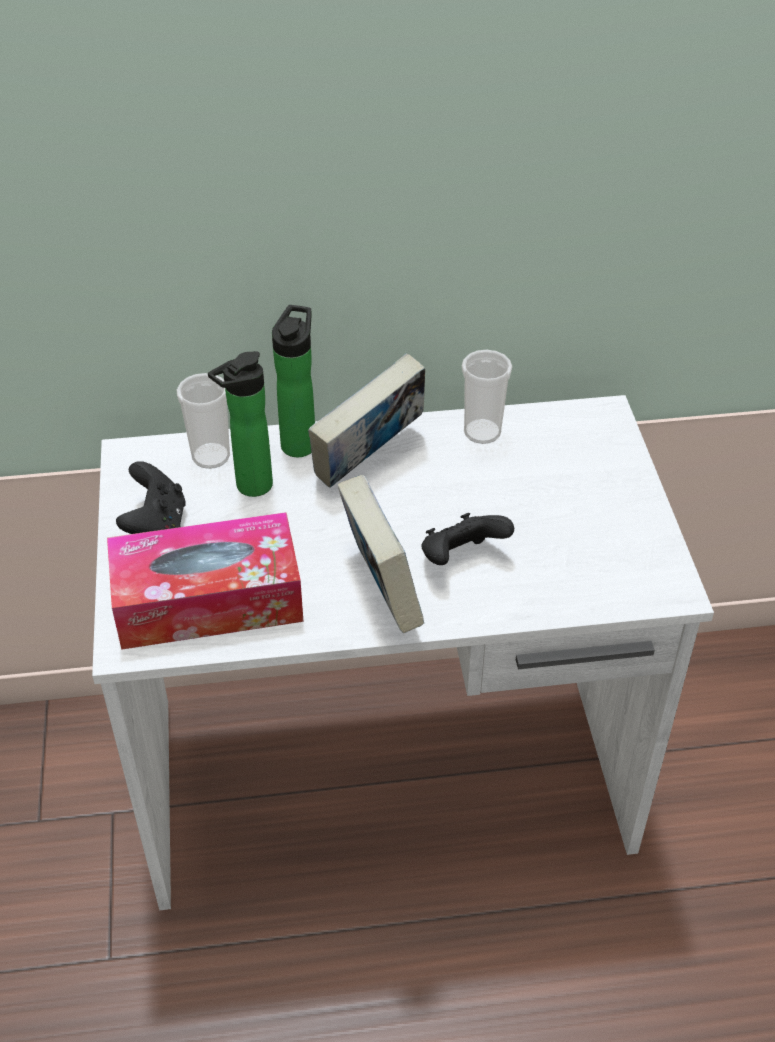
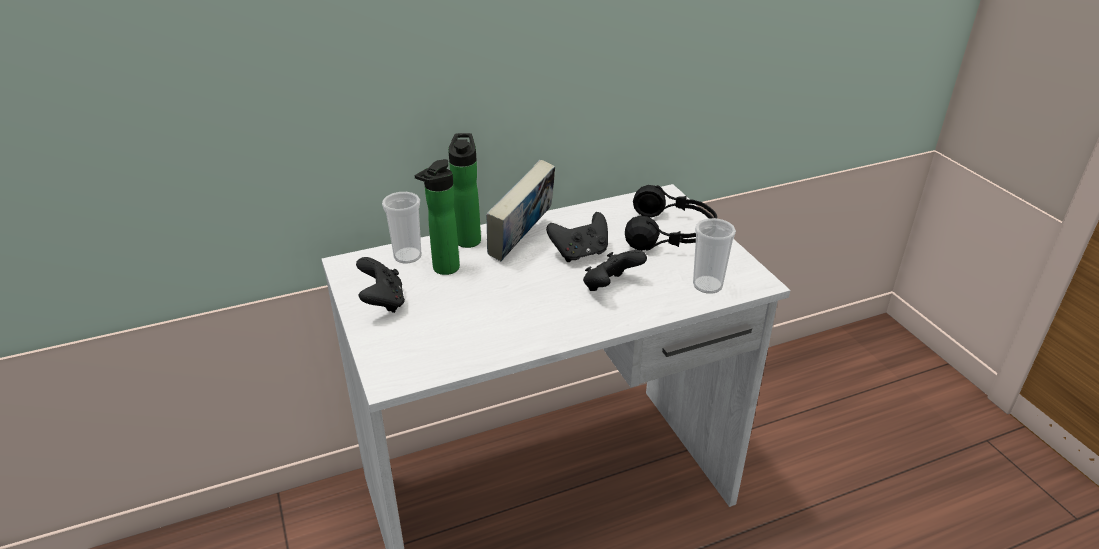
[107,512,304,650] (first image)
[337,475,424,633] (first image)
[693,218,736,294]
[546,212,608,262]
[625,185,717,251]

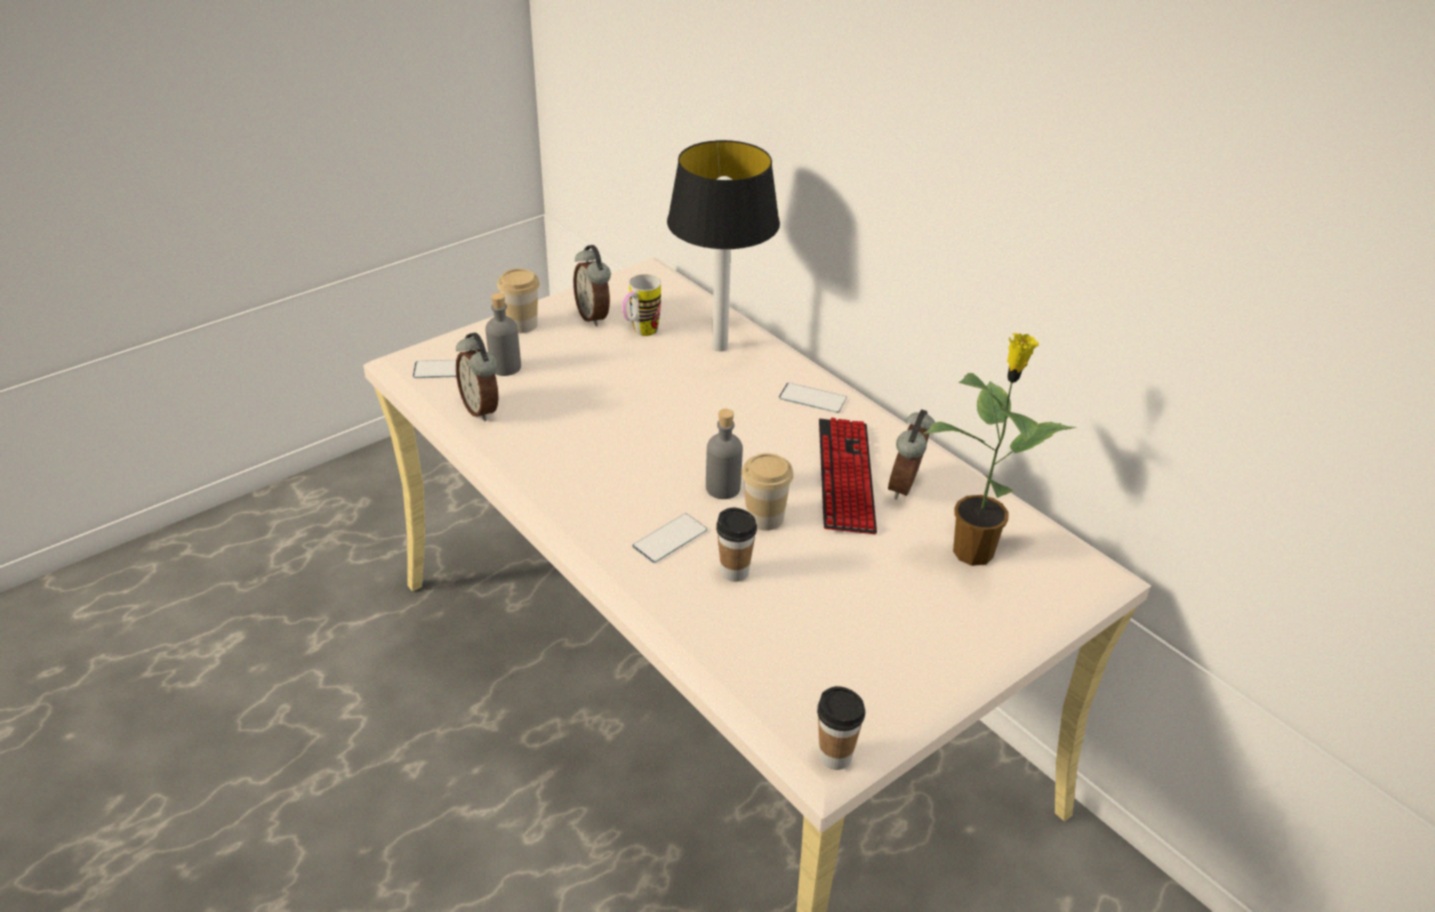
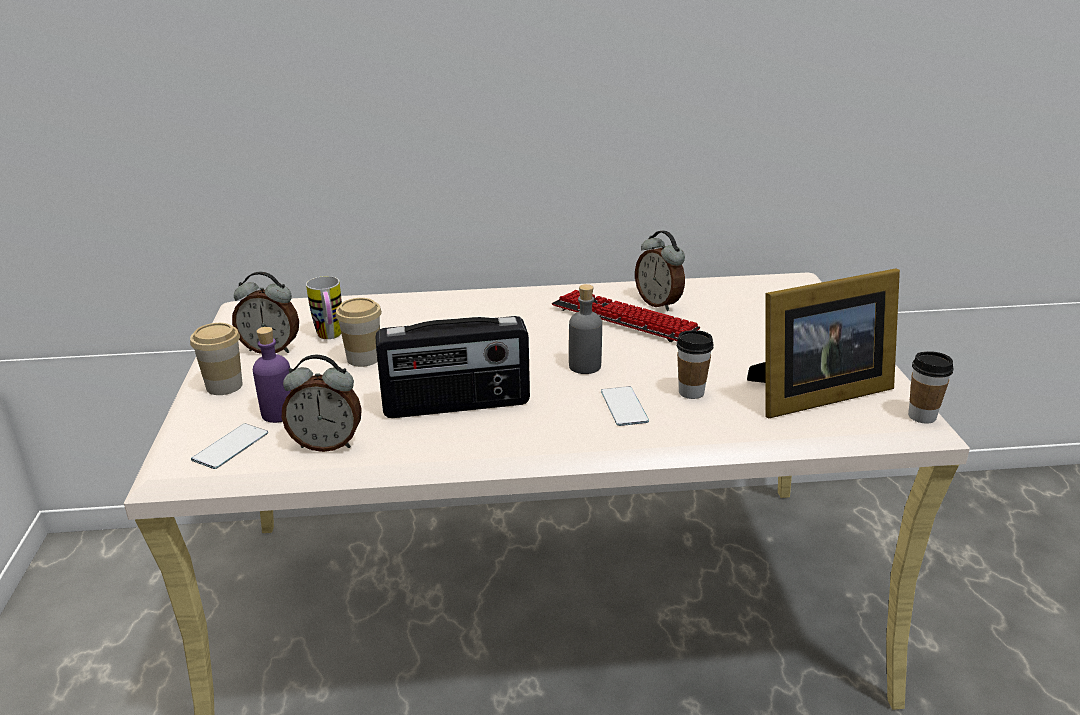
[253,327,291,423]
[667,140,780,351] (first image)
[336,298,382,367]
[779,383,847,413] (first image)
[923,333,1076,566] (first image)
[376,316,530,418]
[747,268,900,418]

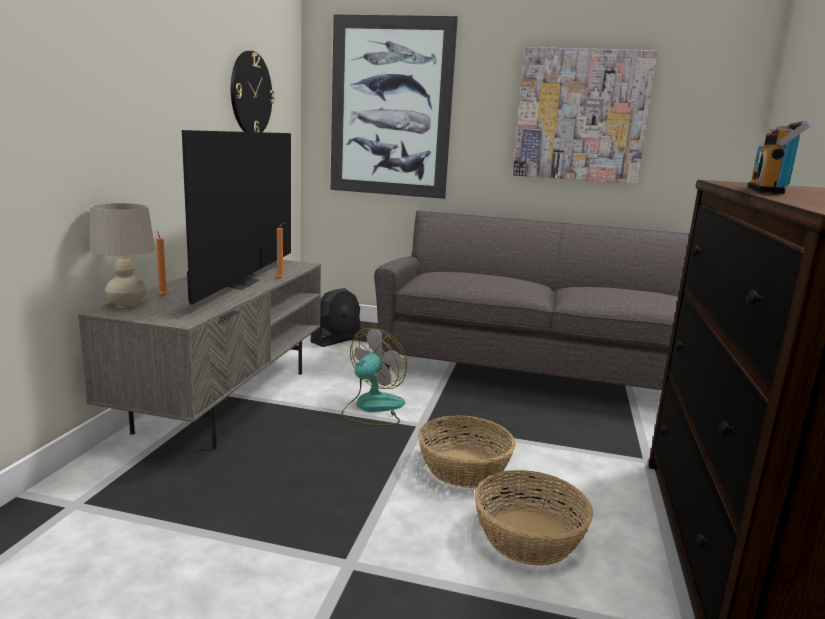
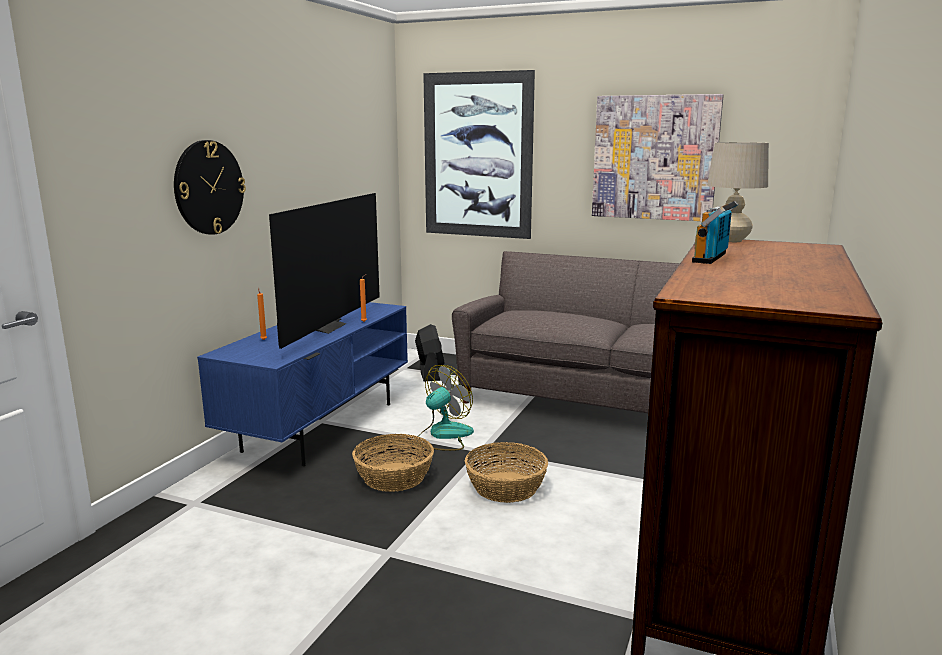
[197,302,408,466]
[707,142,769,242]
[174,140,246,235]
[415,324,445,381]
[352,434,434,492]

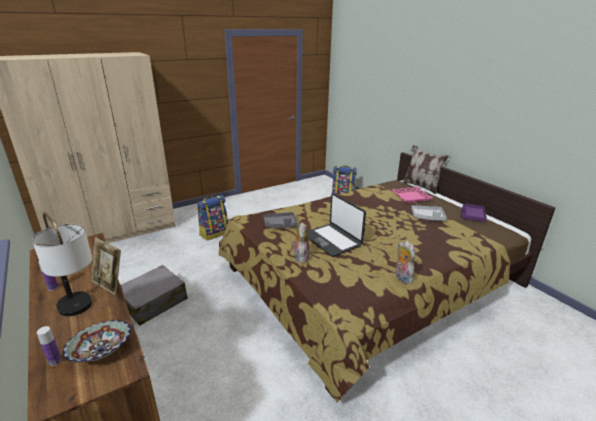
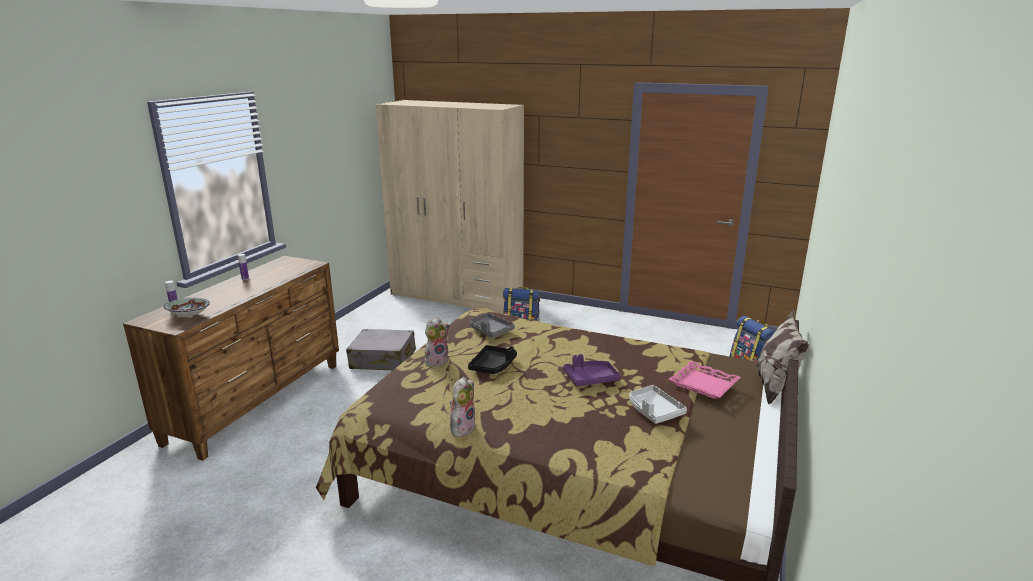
[32,212,93,316] (first image)
[91,238,121,295] (first image)
[468,345,517,374]
[563,354,620,387]

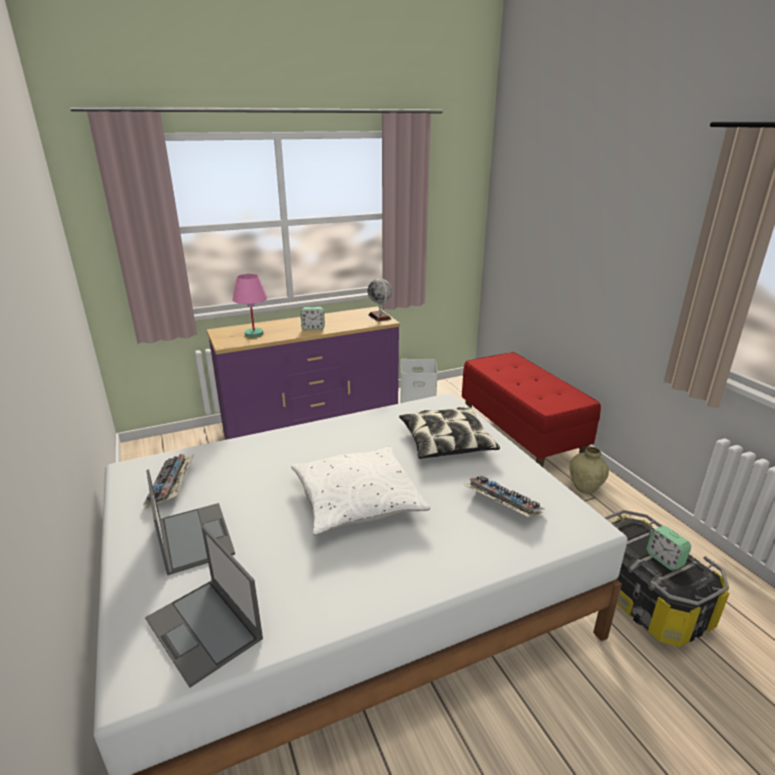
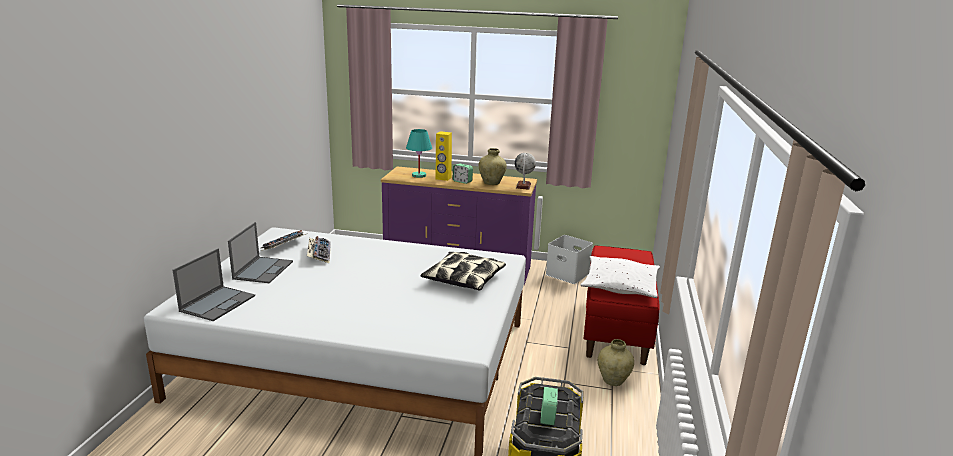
[173,249,255,321]
[406,129,432,178]
[581,256,660,298]
[307,236,331,264]
[436,131,452,181]
[479,148,507,185]

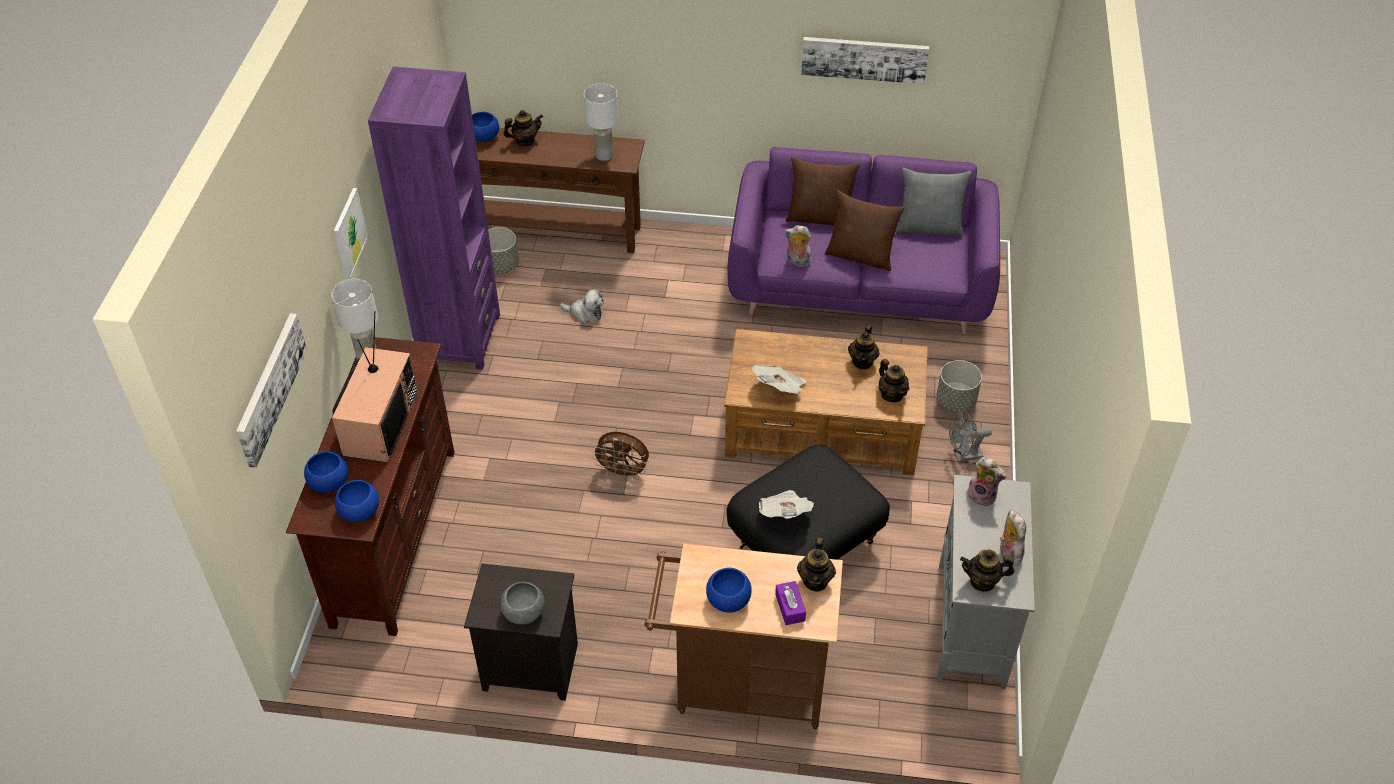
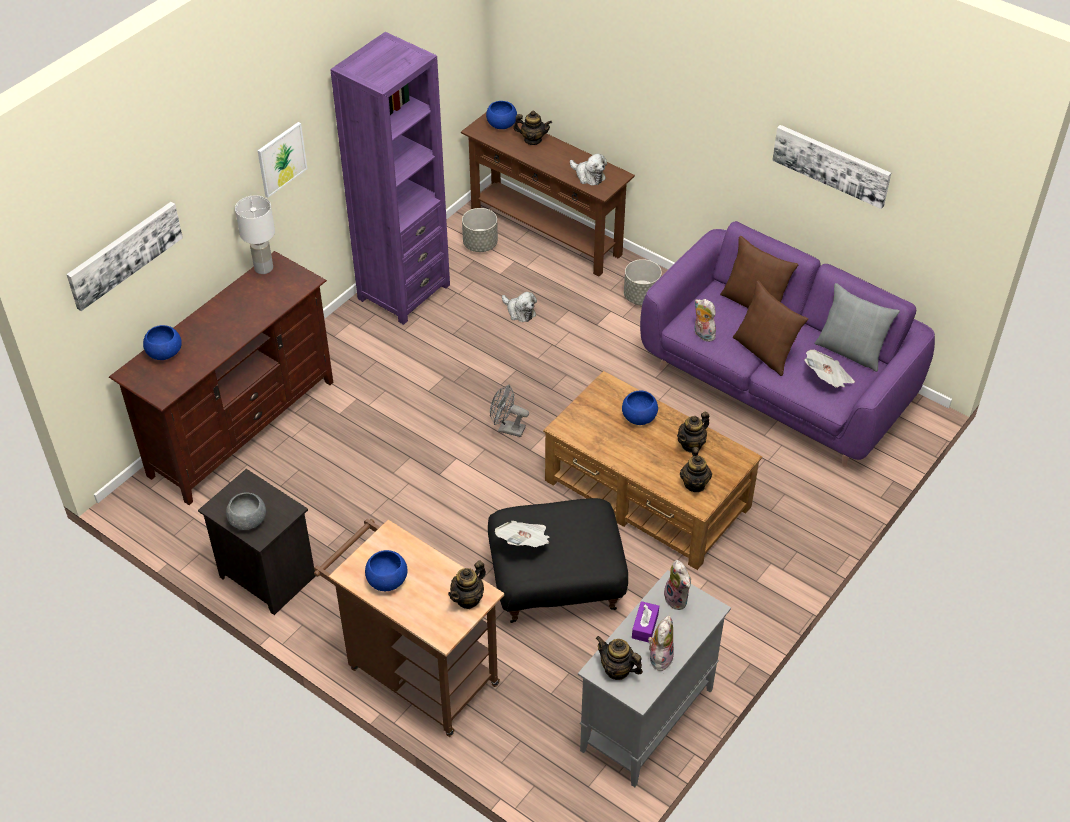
[332,311,418,463] (first image)
[622,391,658,425]
[570,154,607,186]
[591,432,649,480] (first image)
[804,350,855,387]
[632,601,659,643]
[624,259,662,305]
[490,385,529,437]

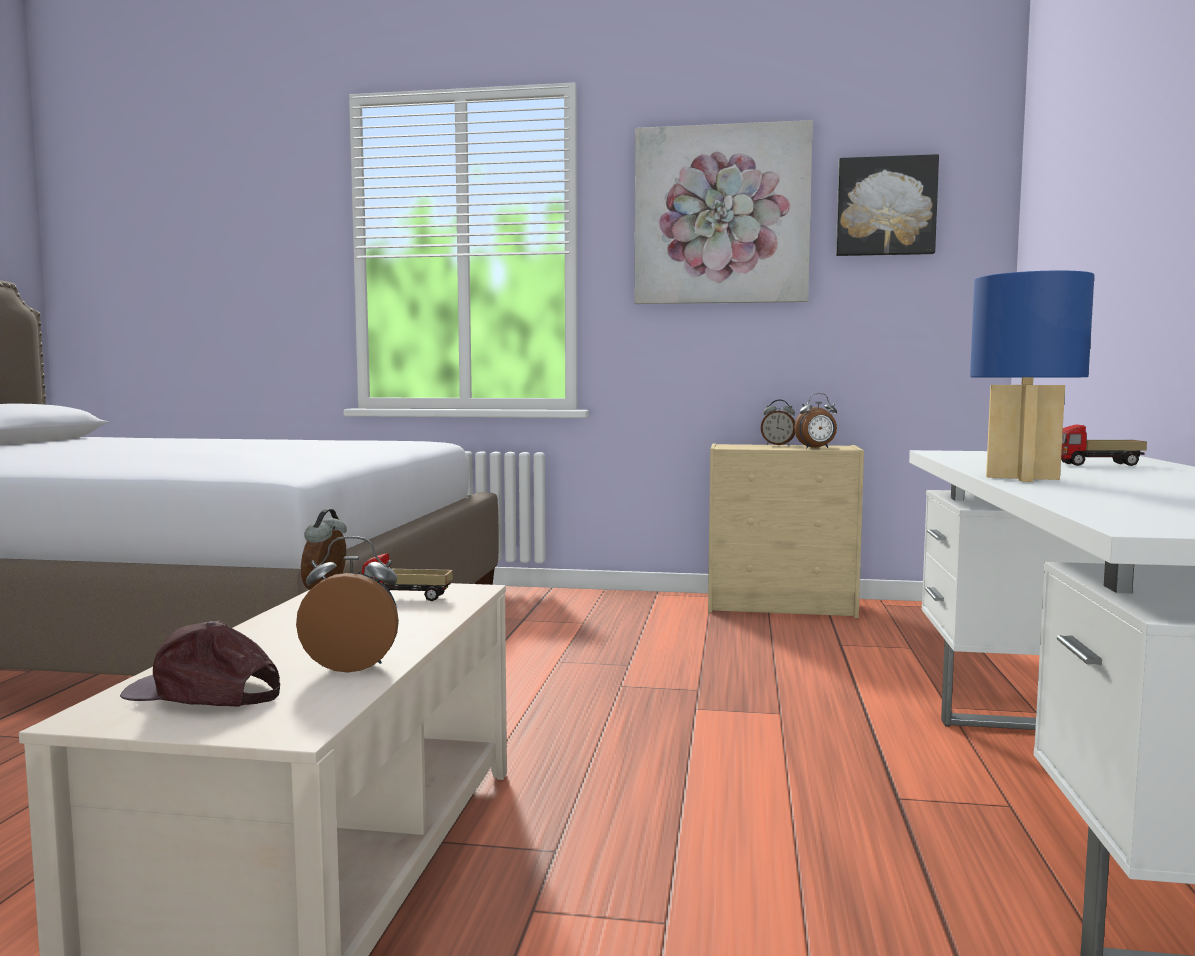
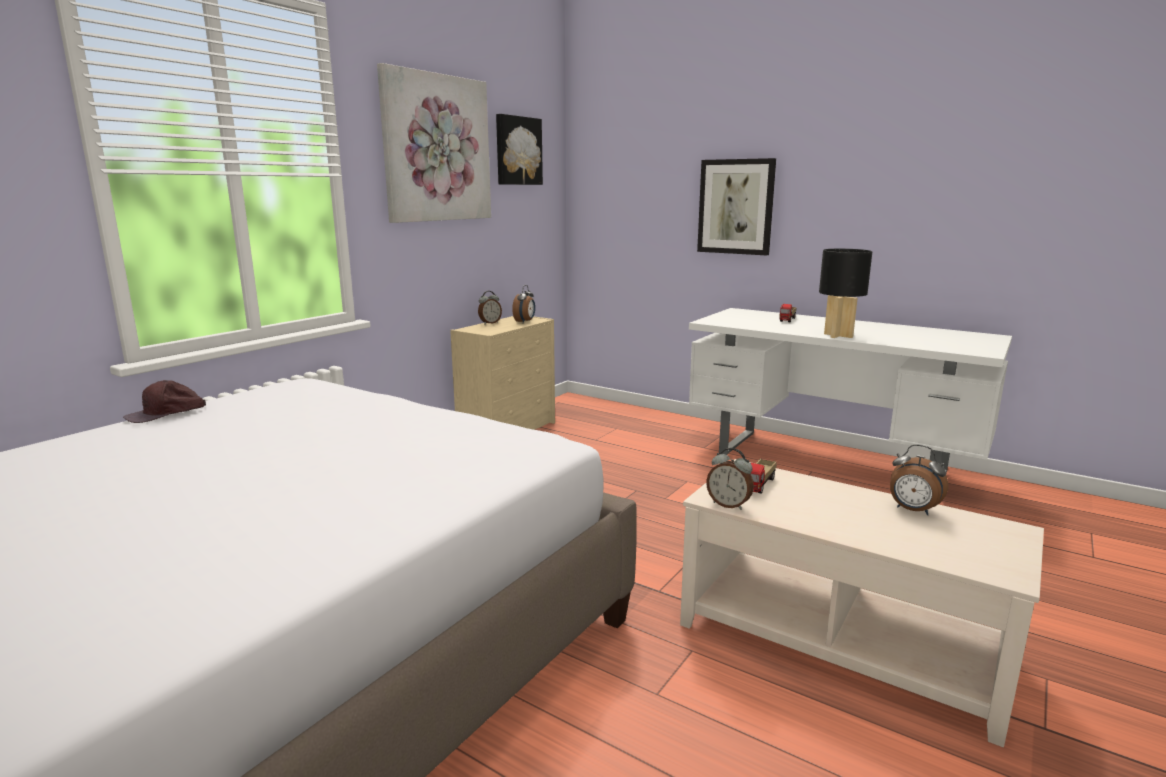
[123,380,206,423]
[890,444,948,515]
[819,249,872,338]
[697,158,776,255]

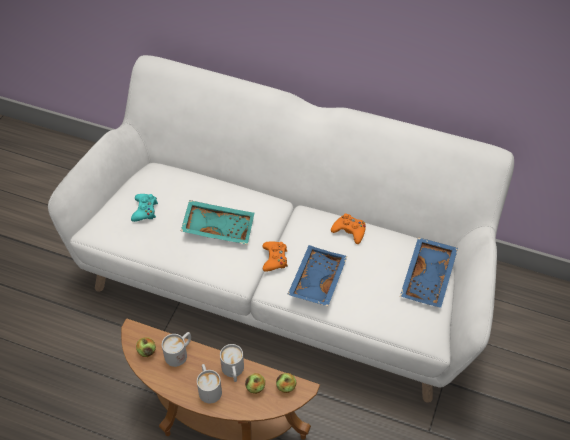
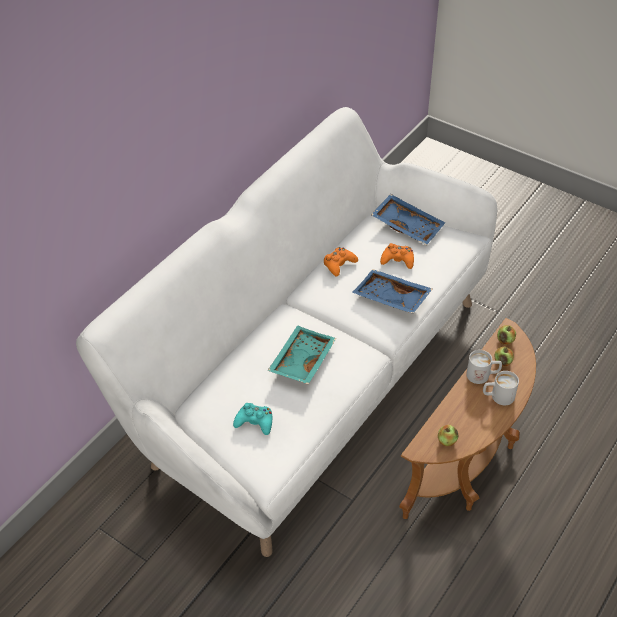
[162,332,191,367] (first image)
[380,243,414,269]

